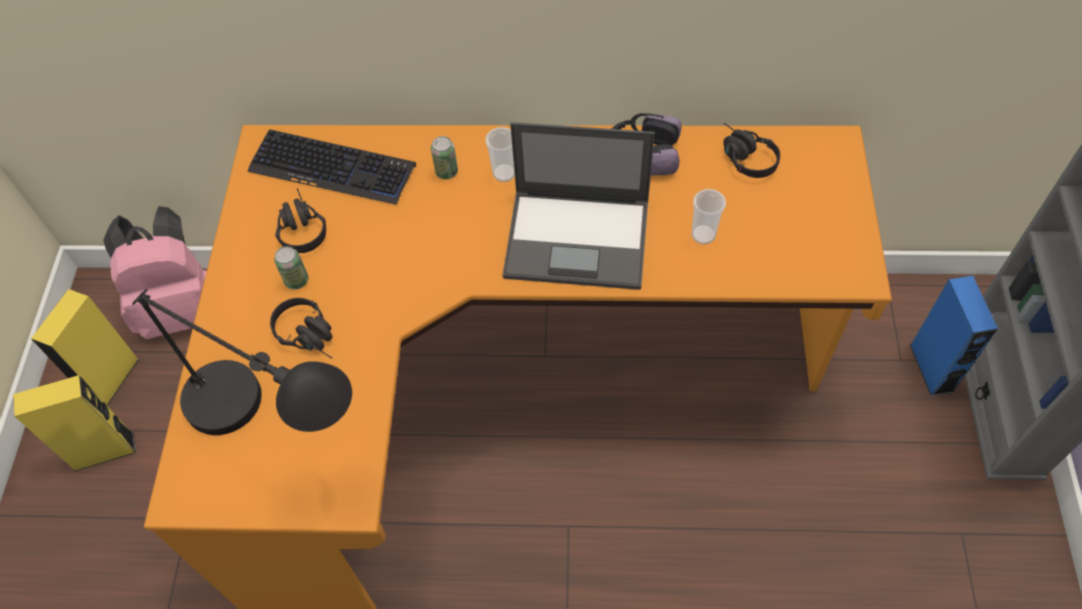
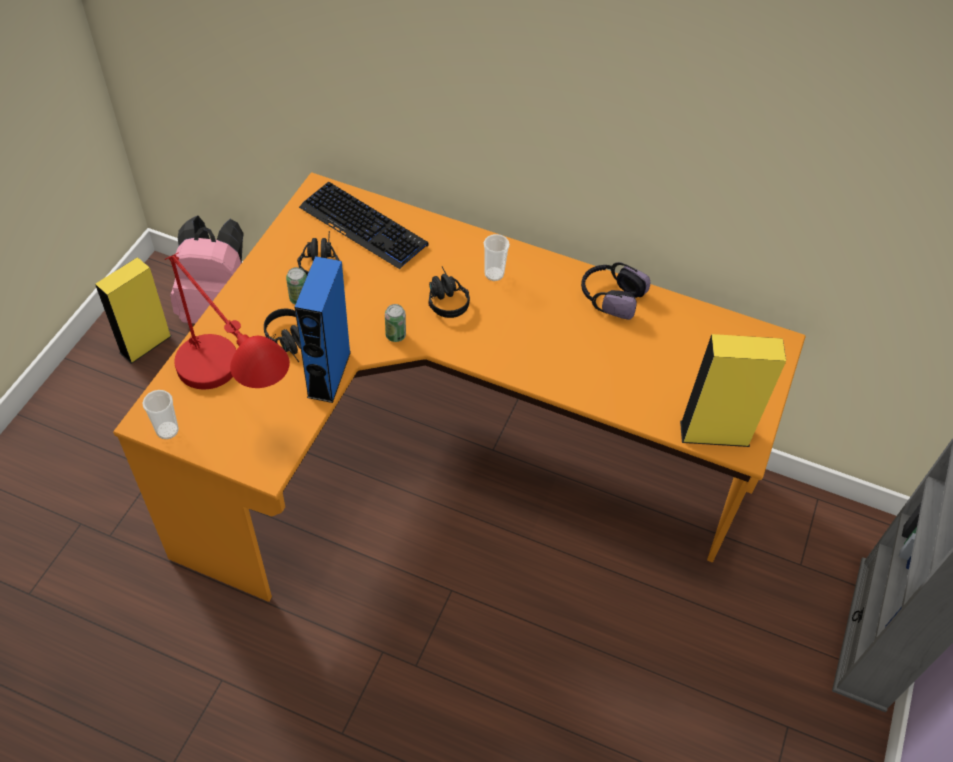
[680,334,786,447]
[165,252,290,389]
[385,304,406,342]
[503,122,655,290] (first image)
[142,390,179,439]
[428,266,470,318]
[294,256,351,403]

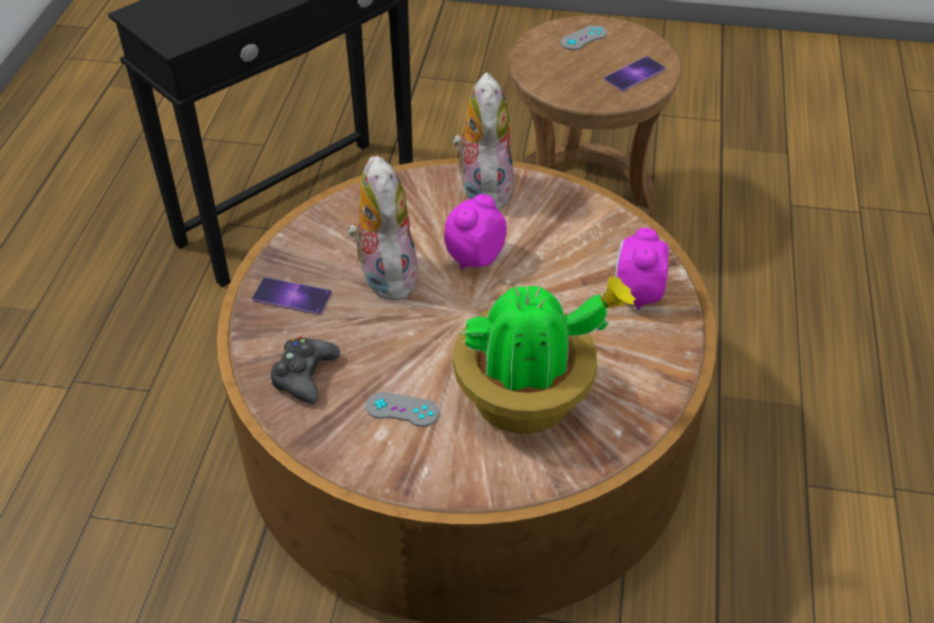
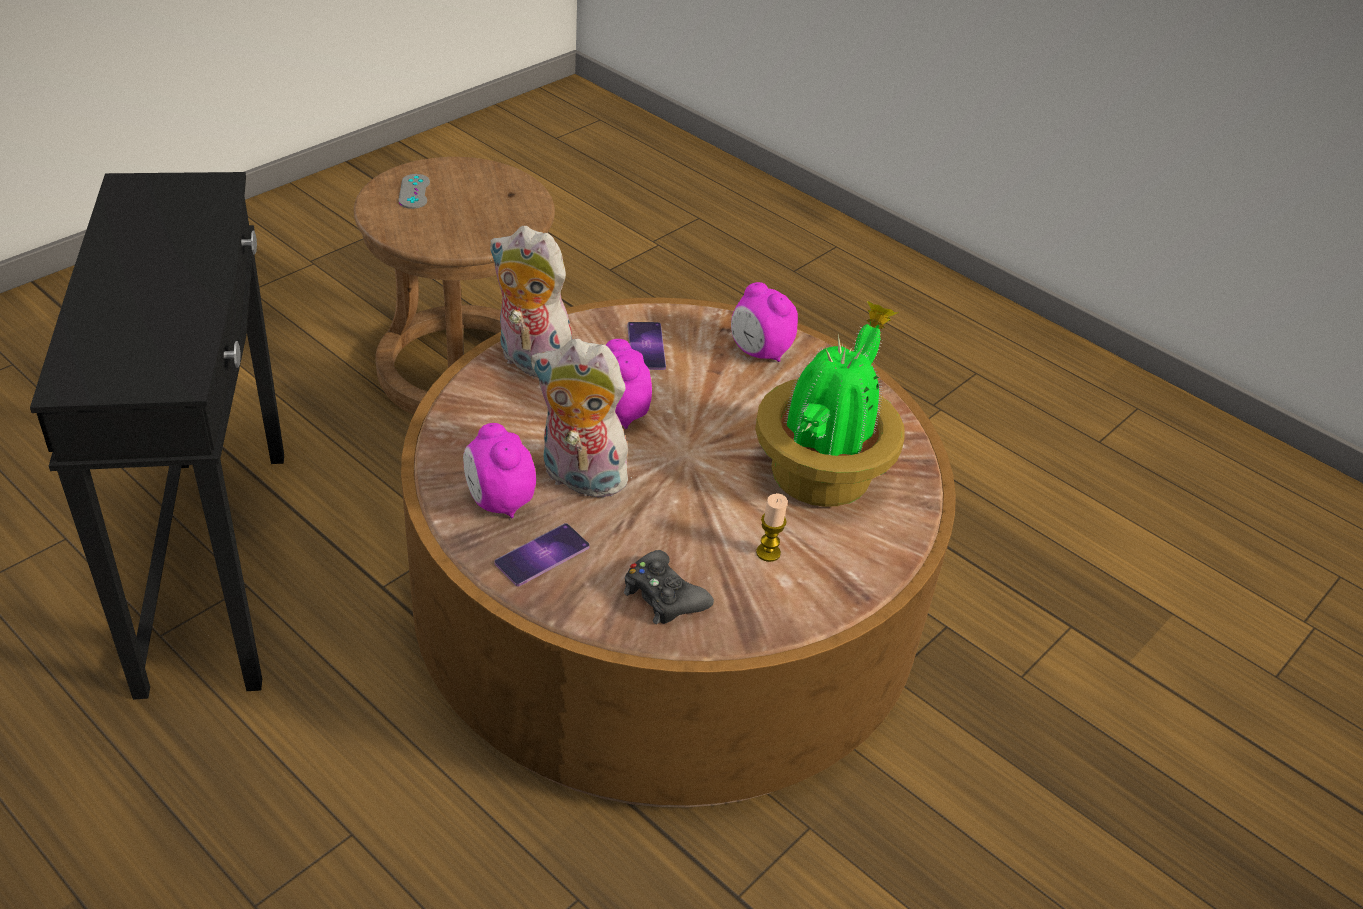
[756,493,788,562]
[627,322,666,370]
[463,423,536,518]

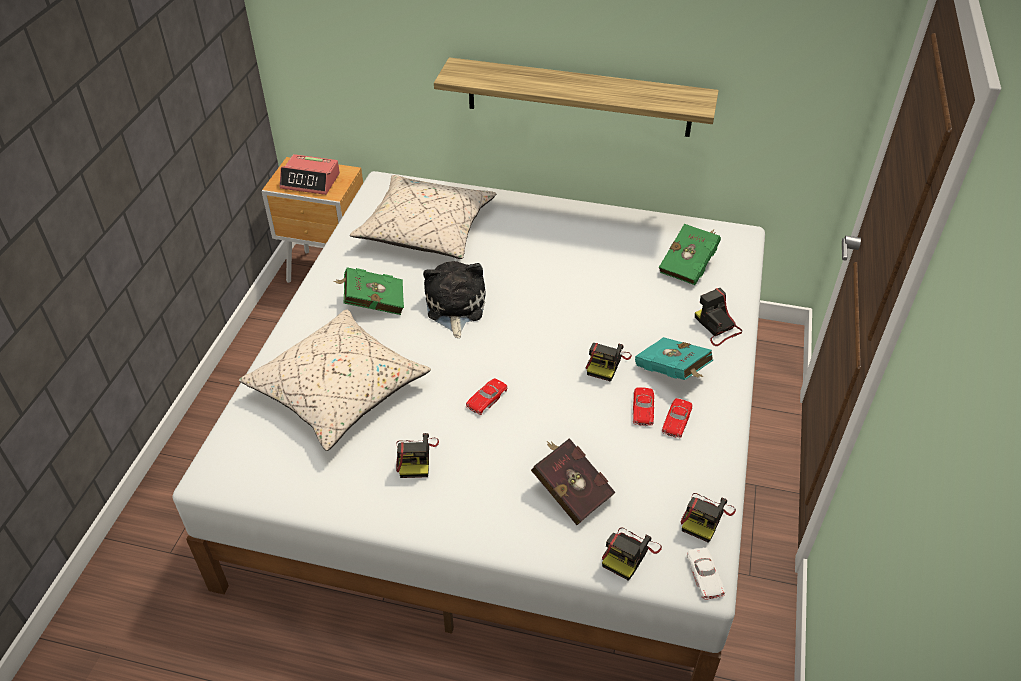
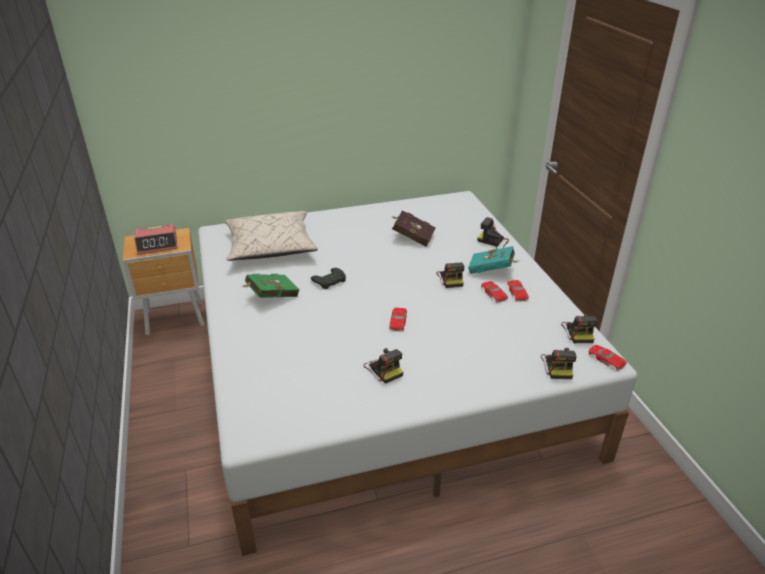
[239,309,431,451] (first image)
[311,268,346,289]
[434,57,719,137] (first image)
[391,210,436,247]
[659,224,721,285] (first image)
[588,345,627,371]

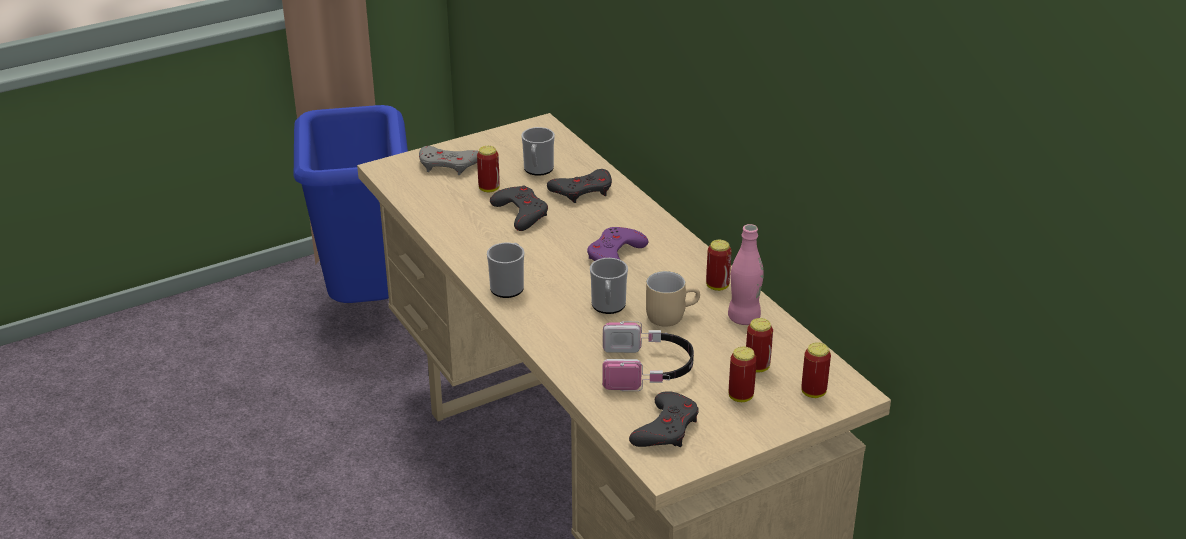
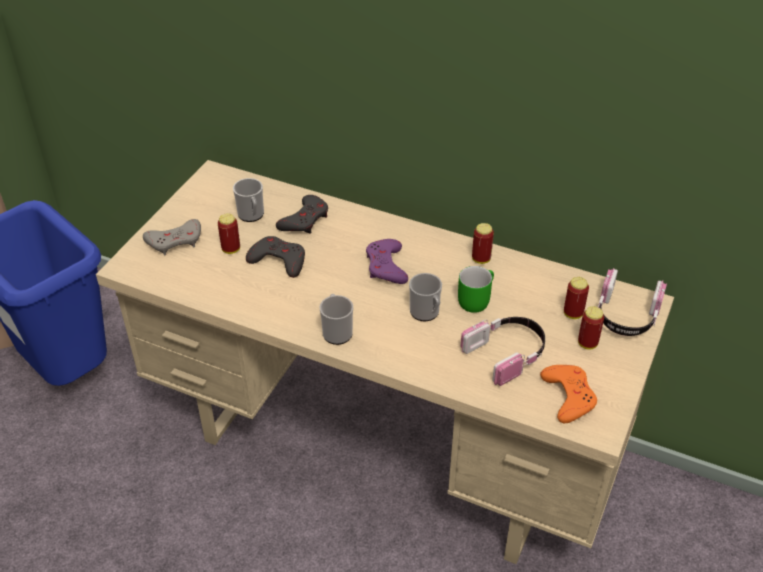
[540,365,597,423]
[458,266,494,313]
[728,224,764,325] (first image)
[598,268,667,336]

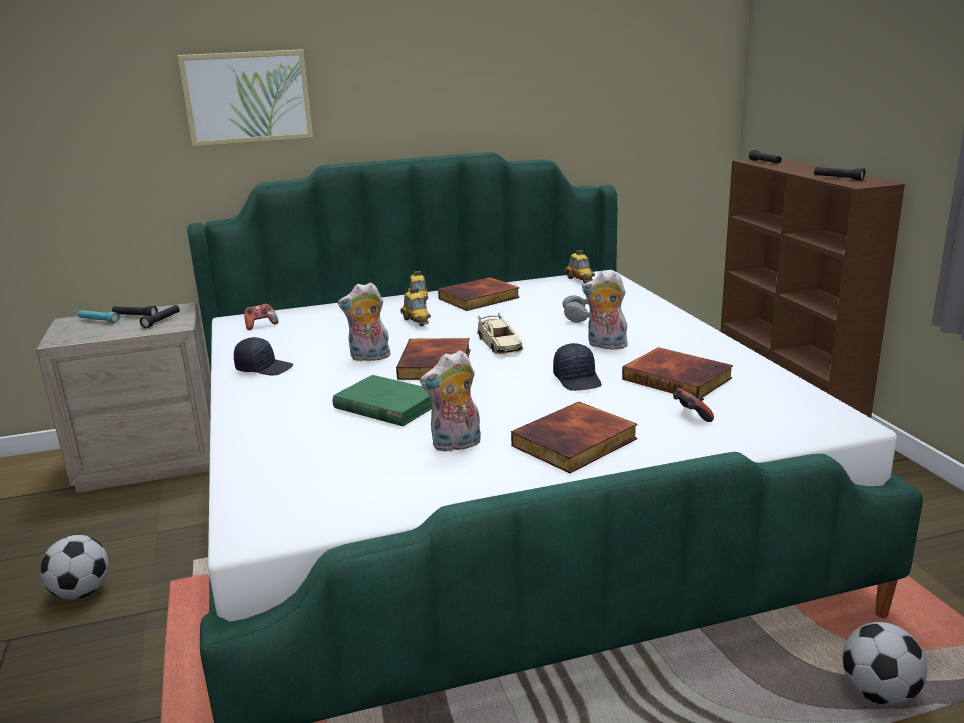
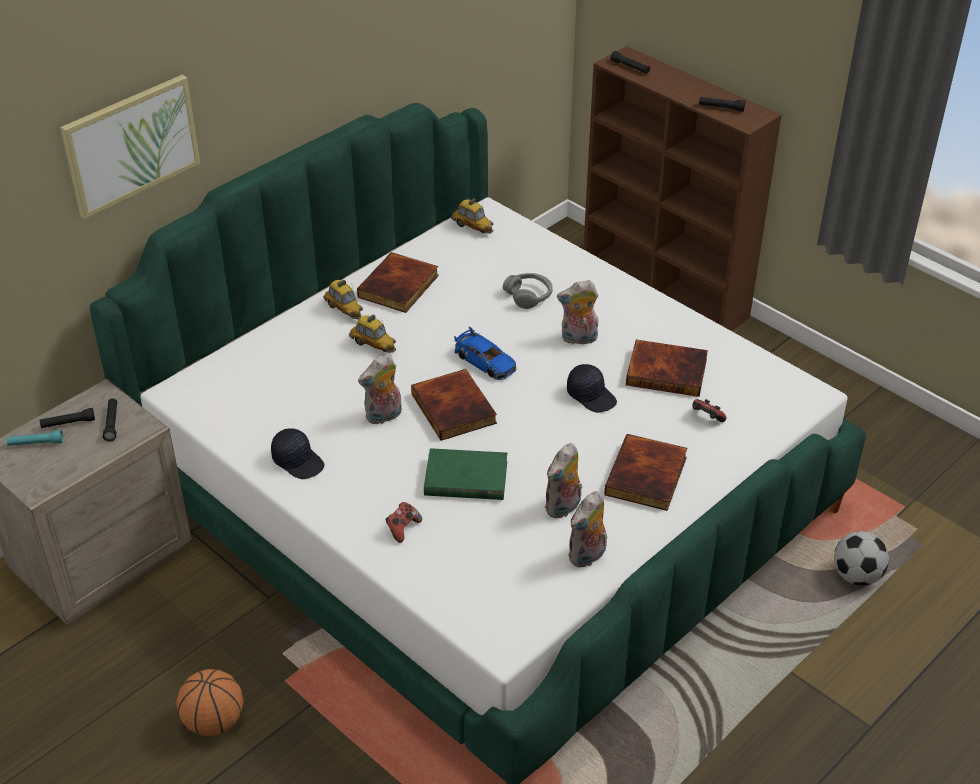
[176,669,243,736]
[271,428,325,479]
[386,502,422,543]
[454,326,516,380]
[568,491,607,568]

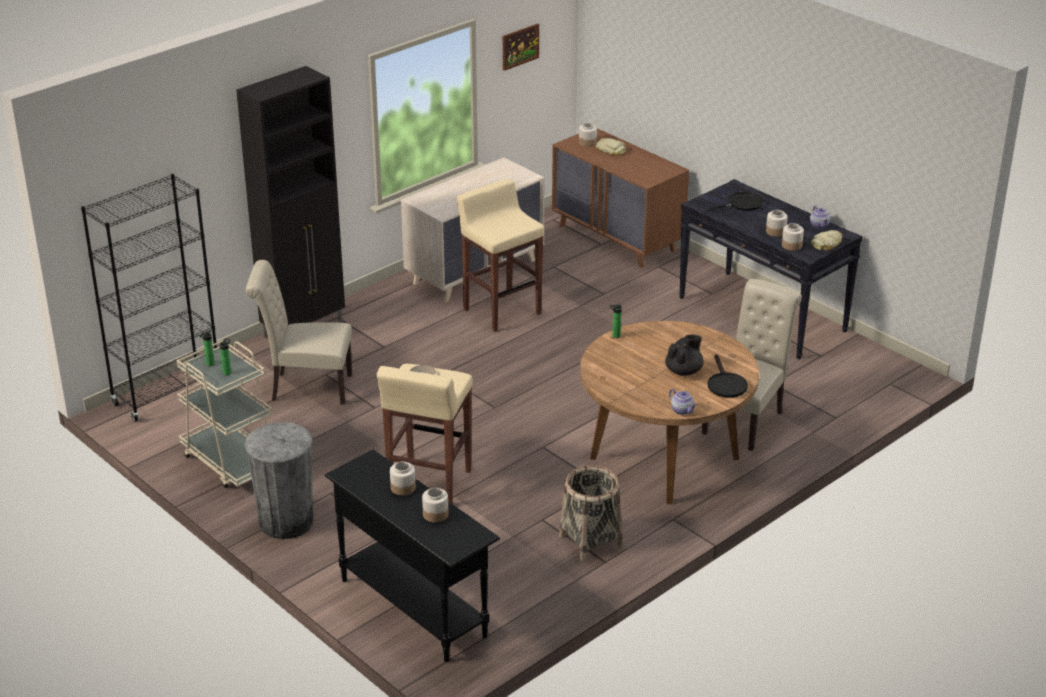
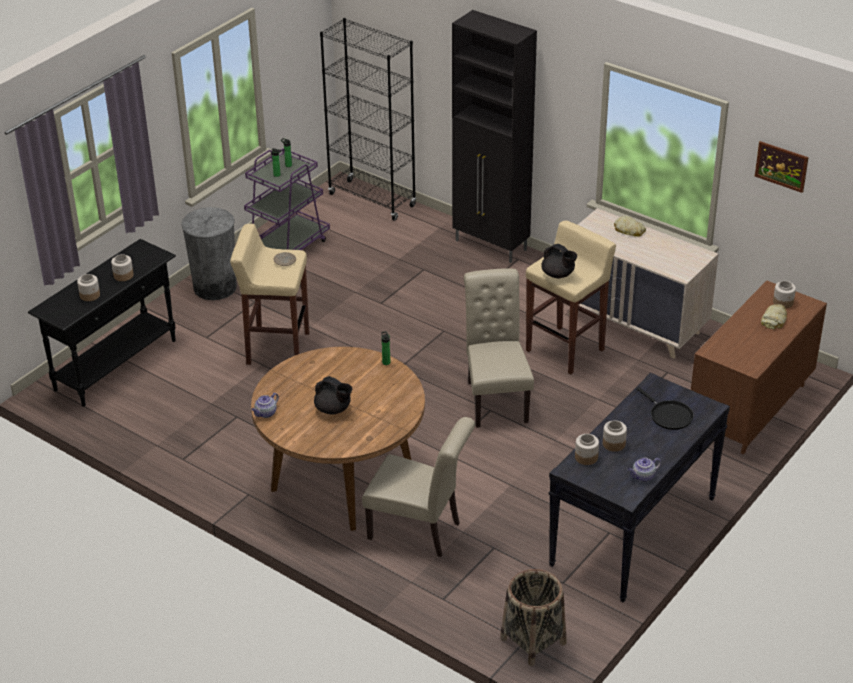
[244,148,330,250]
[464,268,534,428]
[500,569,567,666]
[708,354,748,398] (first image)
[614,216,646,237]
[541,244,577,278]

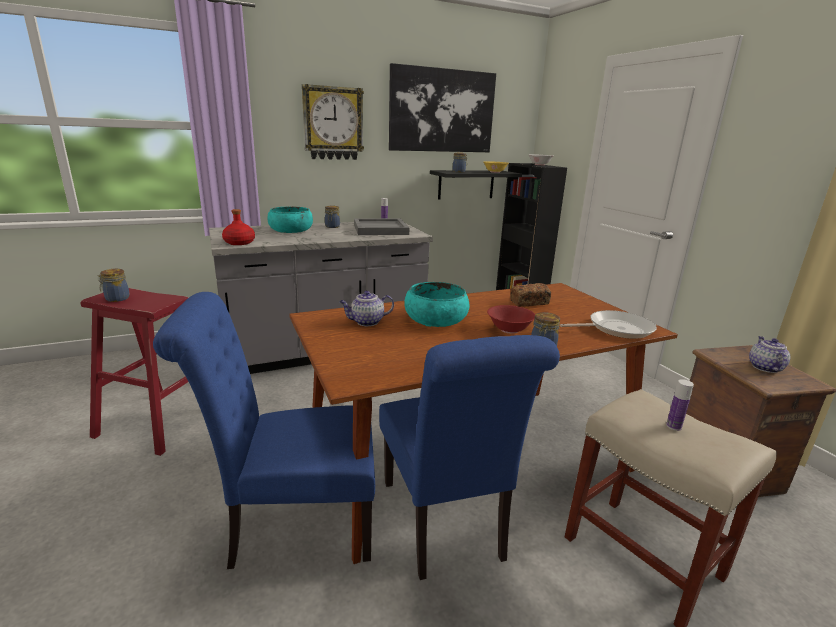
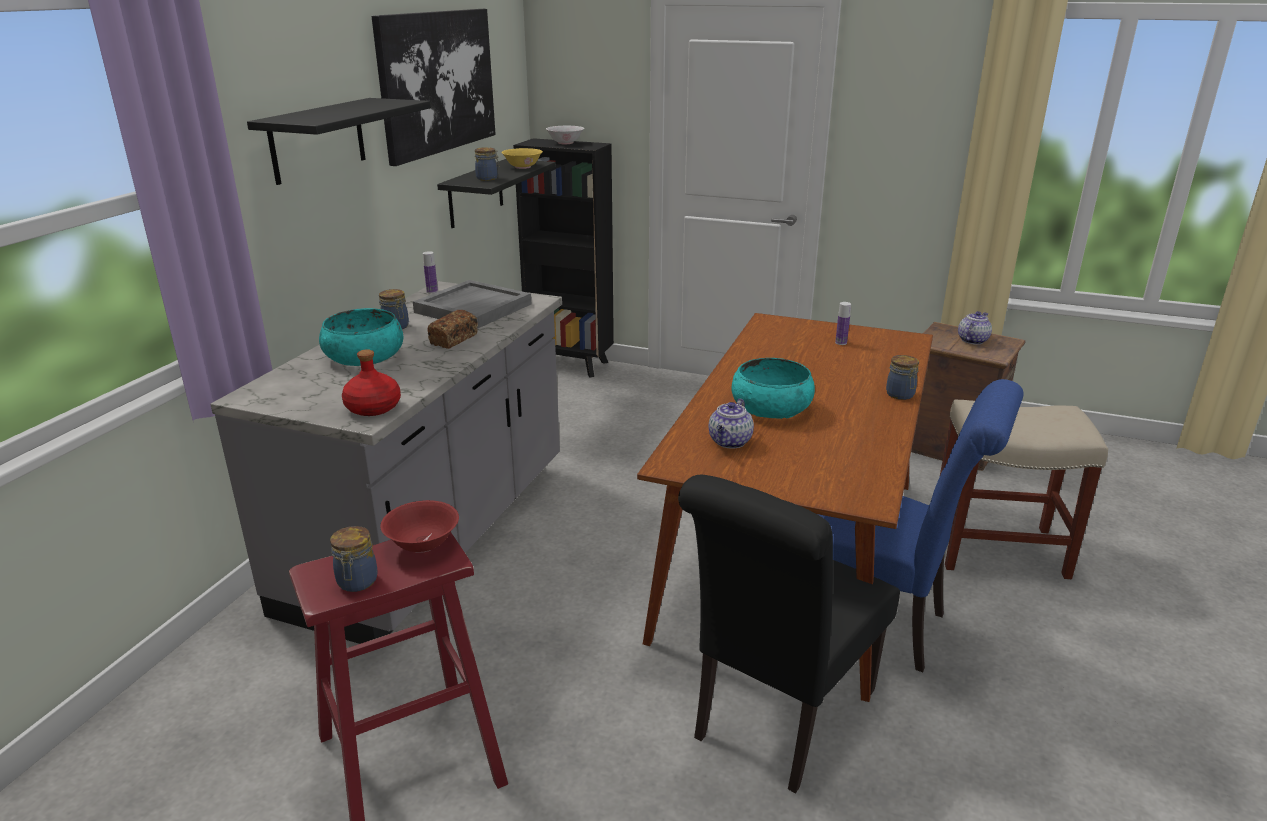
[678,475,900,794]
[247,98,431,185]
[380,500,459,553]
[428,310,478,349]
[560,310,657,339] (first image)
[835,302,851,345]
[958,311,992,345]

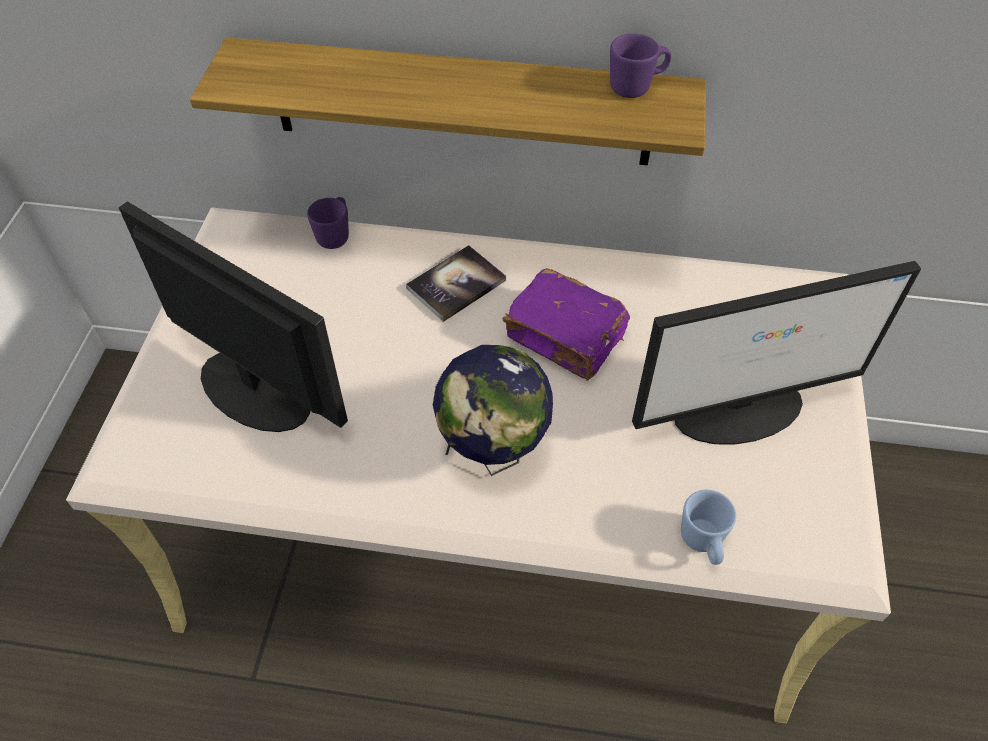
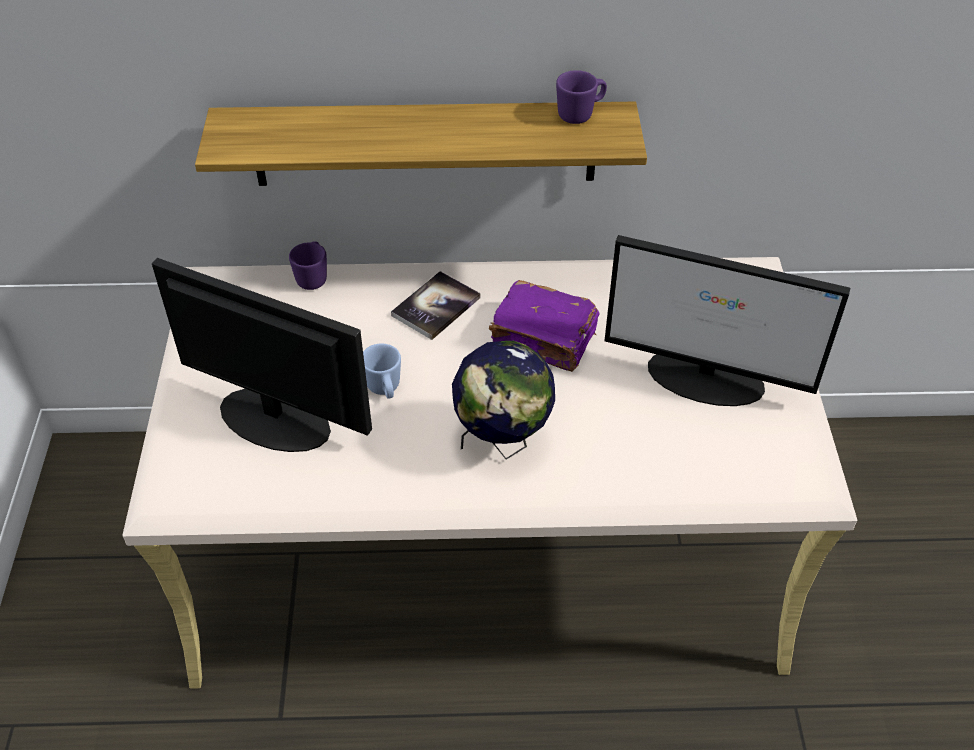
[604,235,850,406]
[363,343,401,399]

